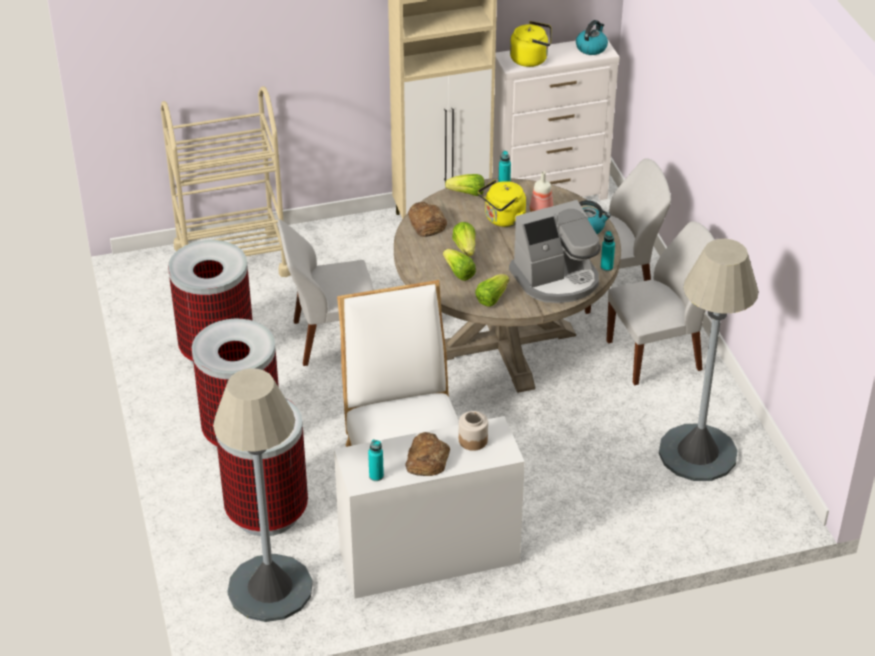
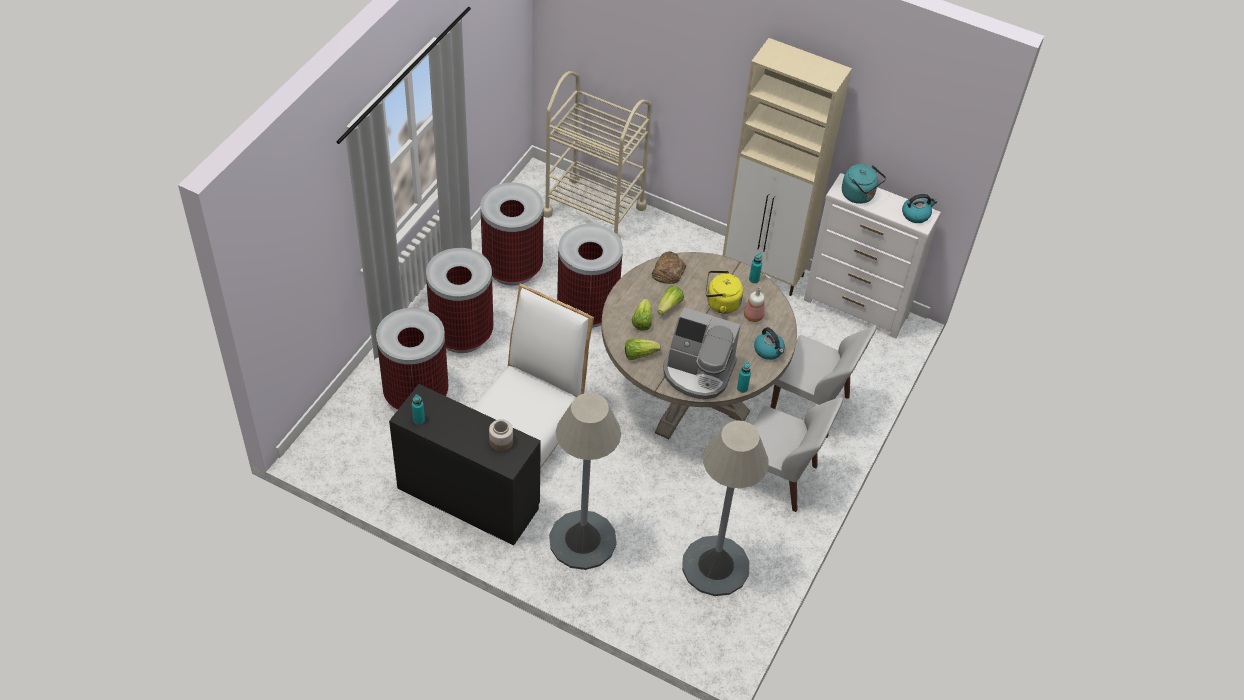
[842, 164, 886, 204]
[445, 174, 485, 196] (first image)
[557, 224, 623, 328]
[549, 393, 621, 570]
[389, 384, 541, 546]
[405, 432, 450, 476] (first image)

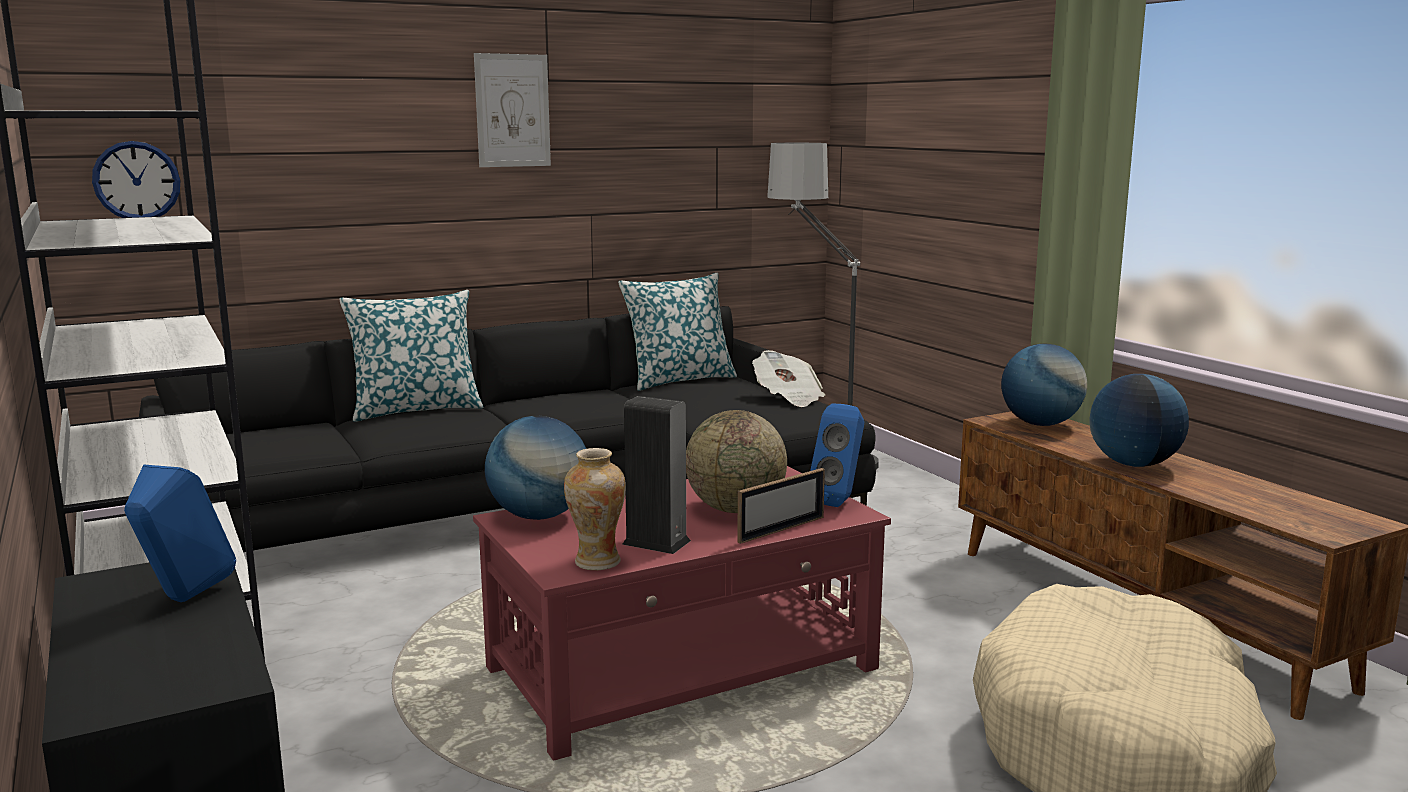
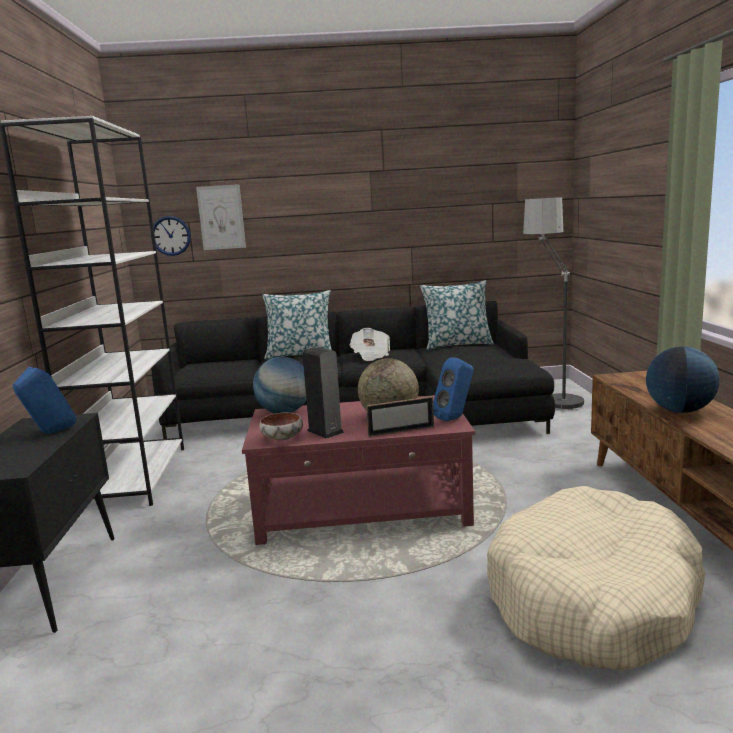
[196, 184, 246, 250]
[1001, 344, 1087, 426] (first image)
[350, 328, 390, 361]
[259, 412, 303, 441]

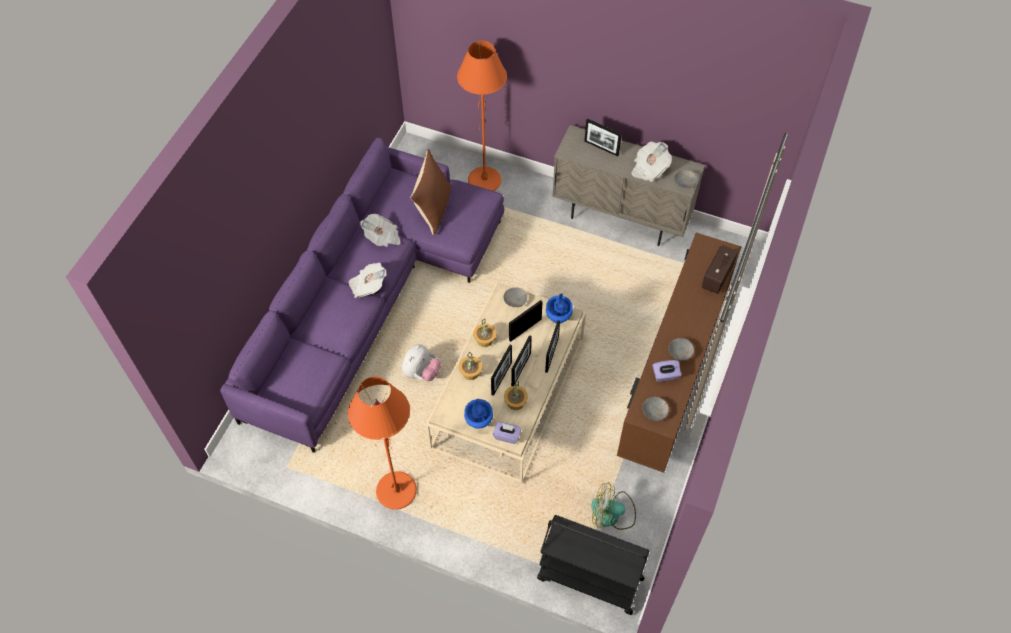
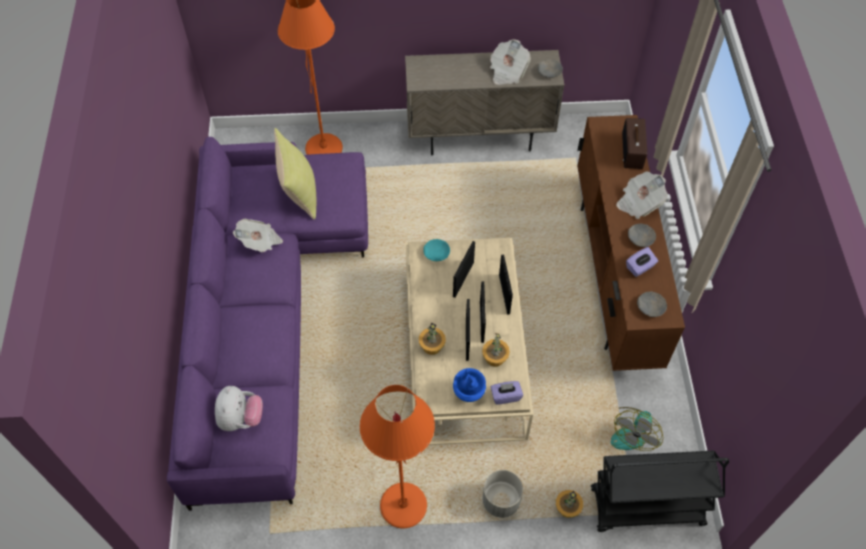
[584, 118, 622, 157] (first image)
[274, 128, 317, 219]
[616, 171, 667, 219]
[423, 239, 450, 261]
[546, 294, 573, 324] (first image)
[556, 490, 583, 518]
[215, 386, 263, 431]
[610, 407, 663, 451]
[482, 470, 523, 518]

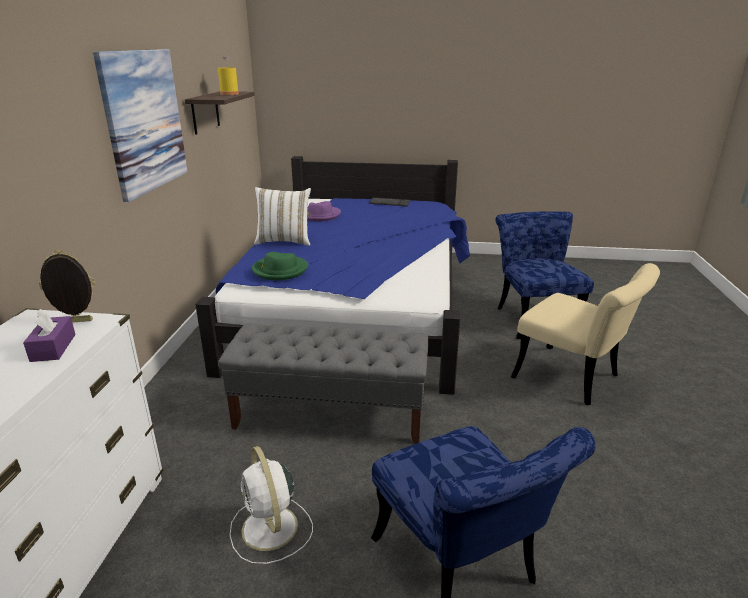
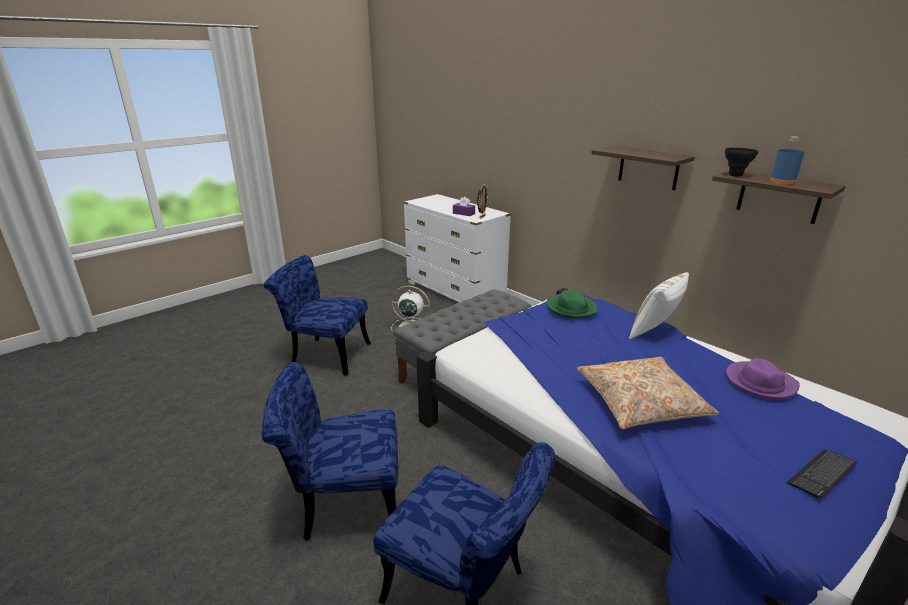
[591, 146, 695, 190]
[770, 136, 804, 185]
[262, 362, 399, 541]
[725, 148, 759, 177]
[577, 357, 719, 429]

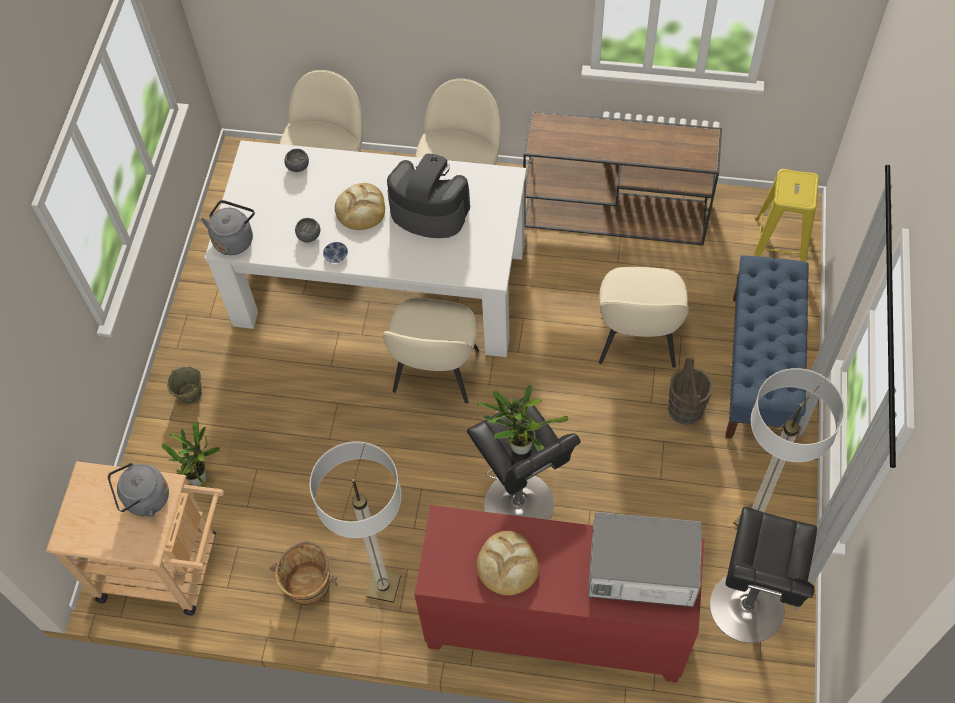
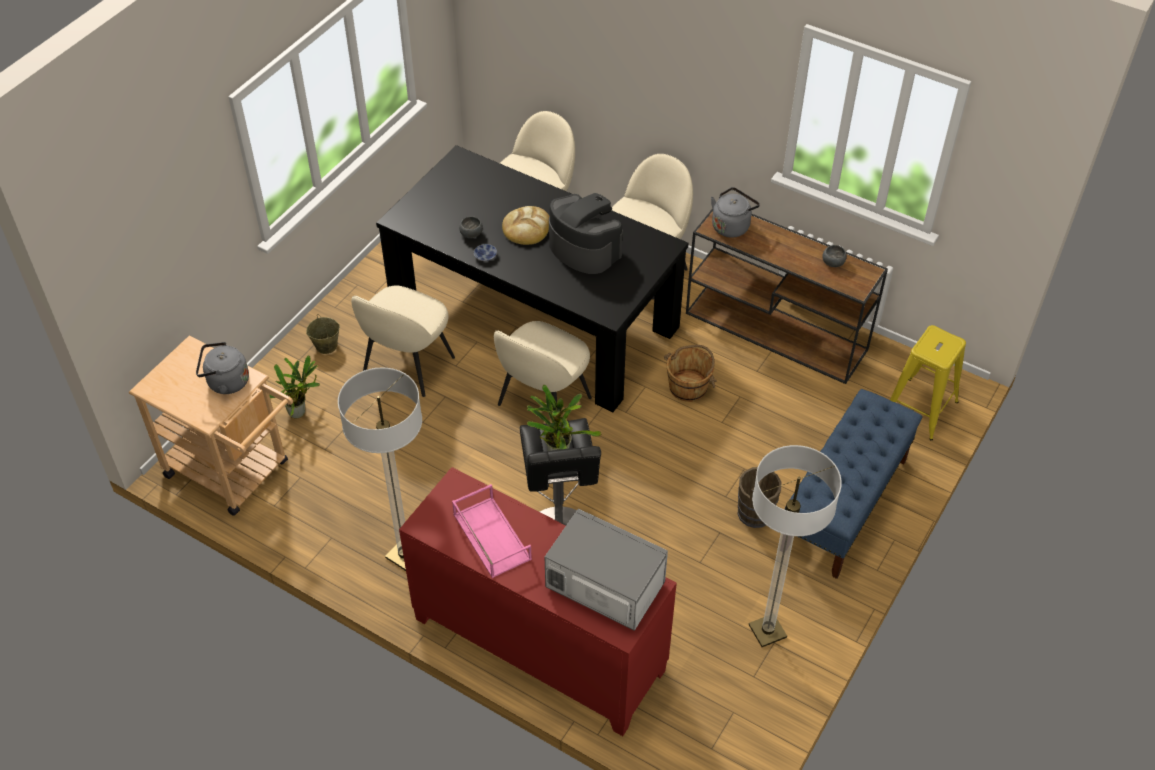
[376, 145, 689, 412]
[822, 245, 847, 267]
[711, 187, 760, 238]
[351, 285, 455, 397]
[710, 507, 817, 643] (first image)
[452, 484, 532, 578]
[664, 345, 717, 402]

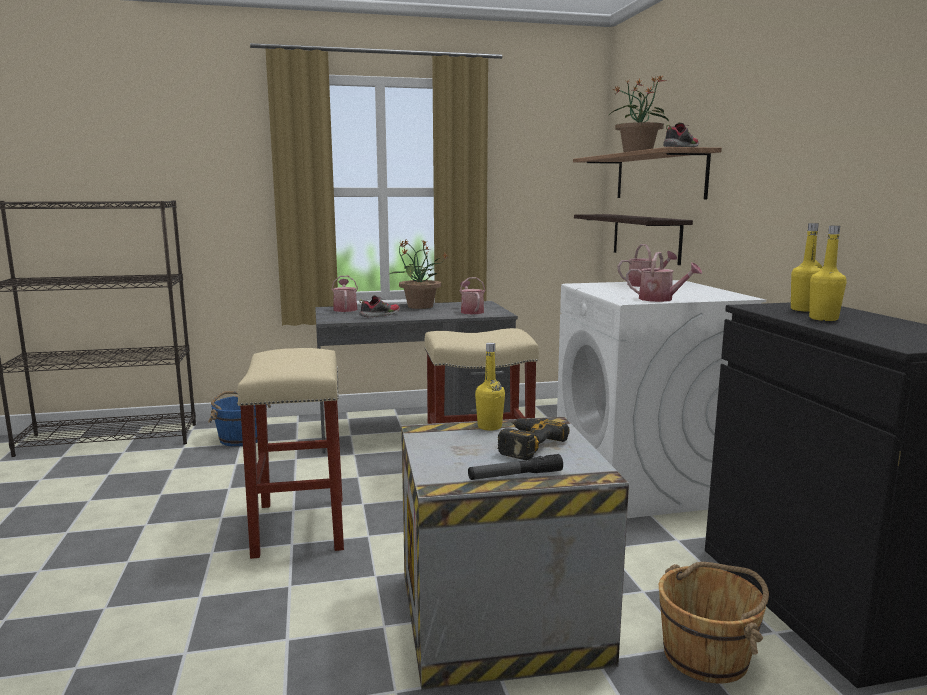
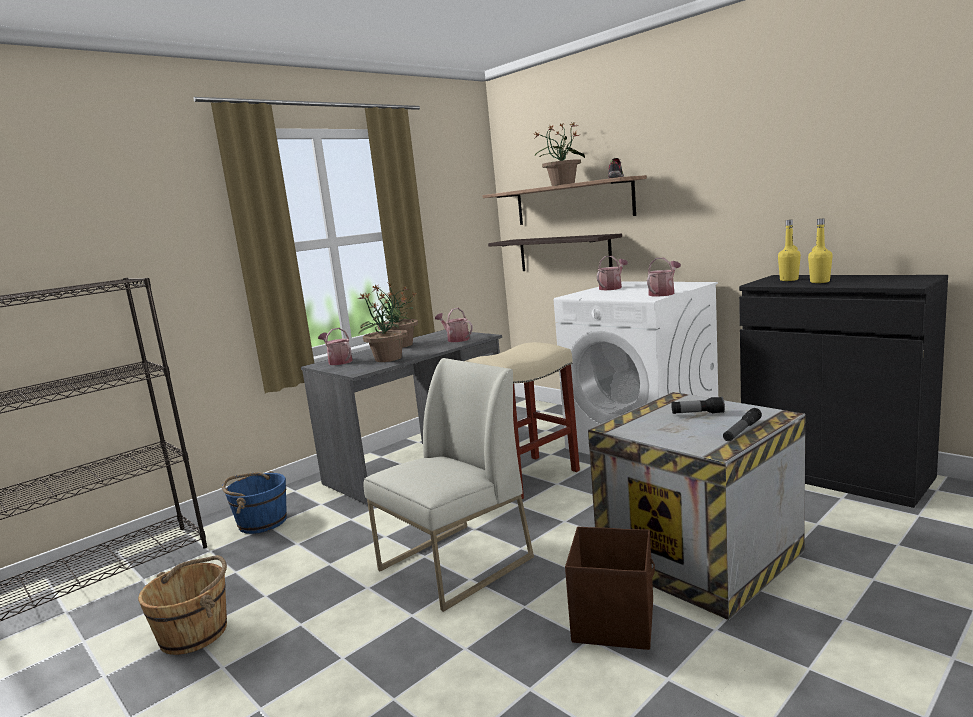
[647, 258, 681, 297]
[358, 292, 414, 362]
[475, 343, 505, 431] (first image)
[363, 358, 534, 612]
[671, 397, 725, 414]
[138, 555, 227, 655]
[565, 527, 655, 650]

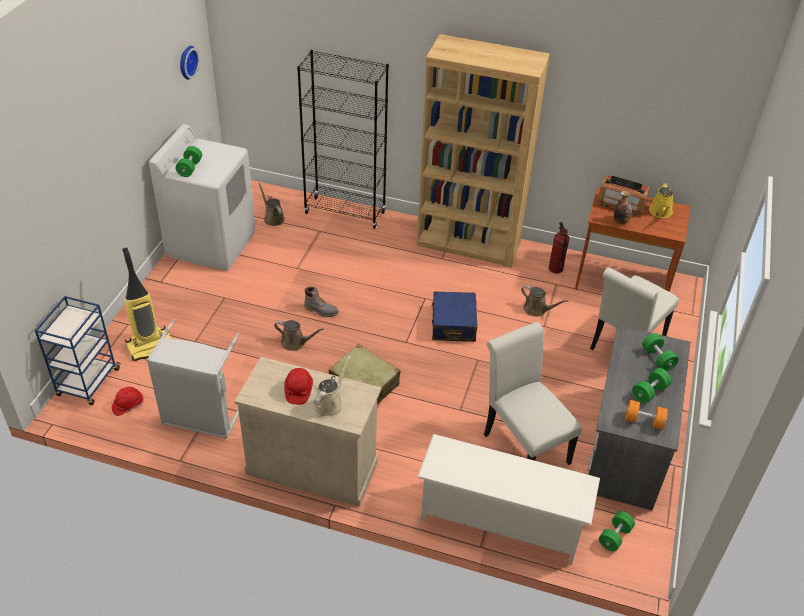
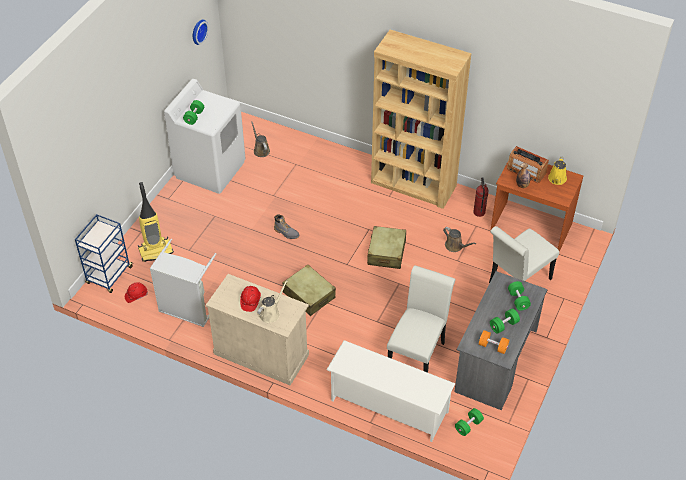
[297, 50, 389, 229] (first image)
[367, 226, 406, 269]
[274, 320, 324, 351] (first image)
[387, 265, 455, 373]

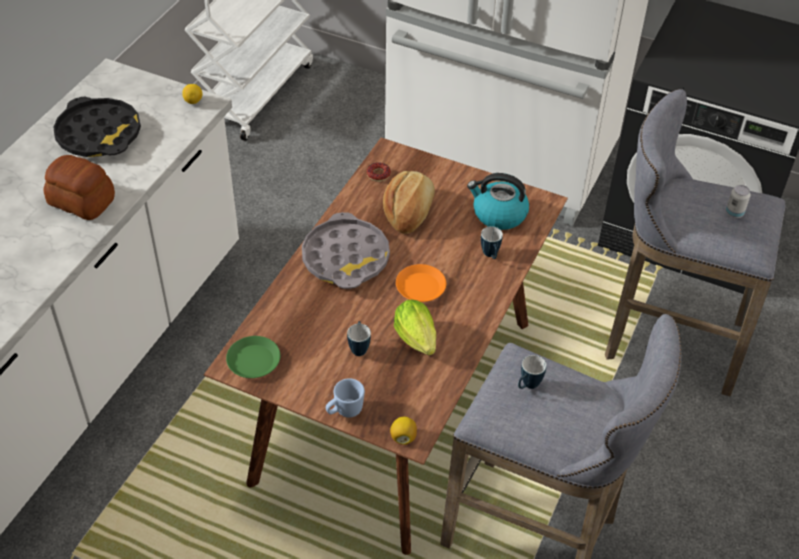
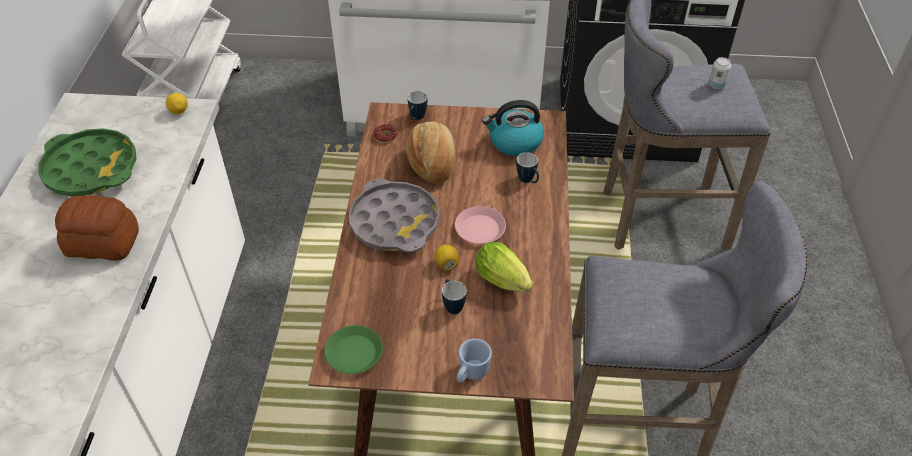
[38, 128, 136, 197]
[455, 206, 506, 244]
[407, 91, 427, 120]
[434, 245, 460, 270]

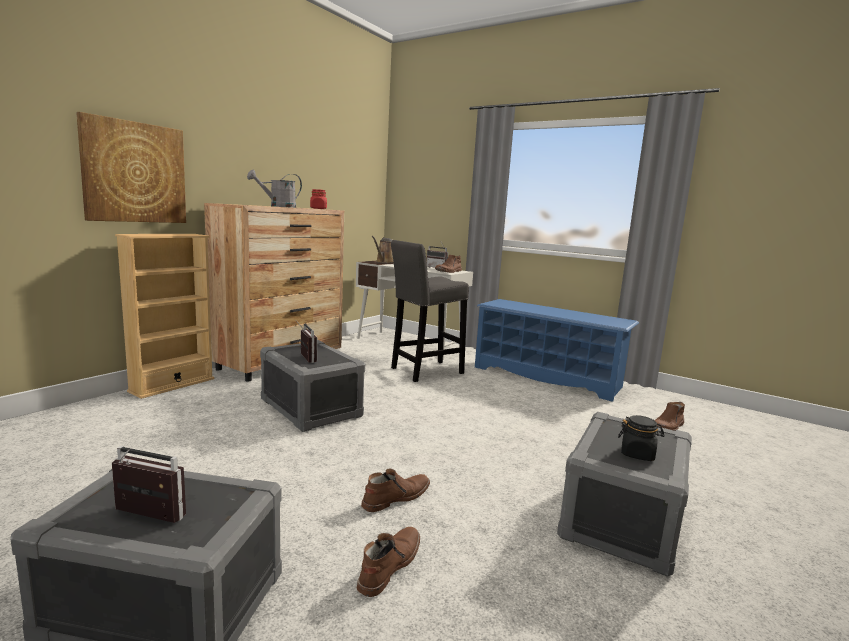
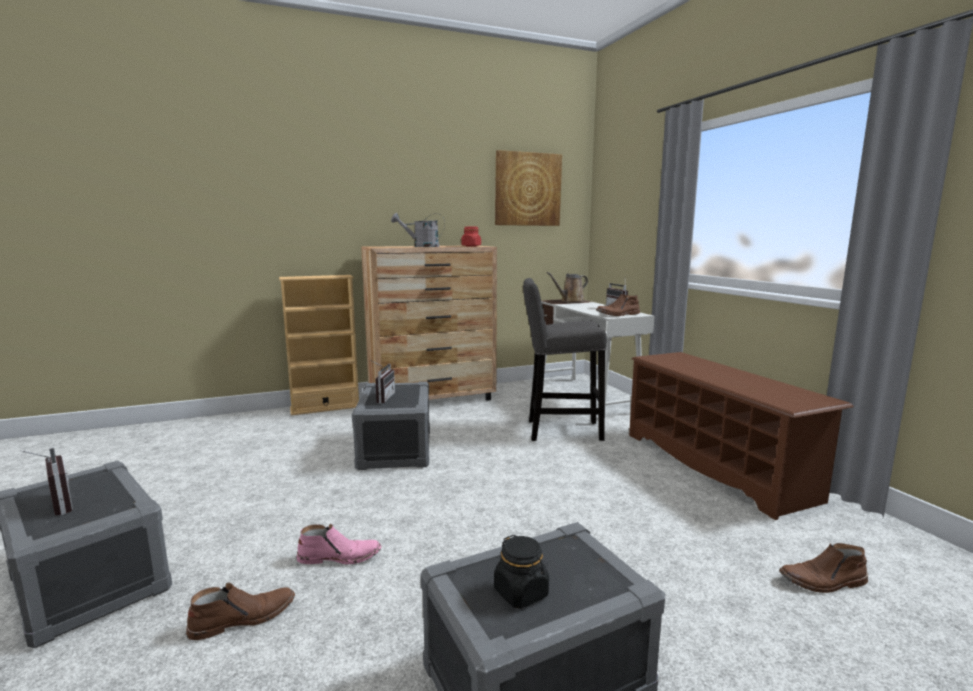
[495, 150, 562, 226]
[629, 352, 854, 520]
[297, 524, 381, 564]

